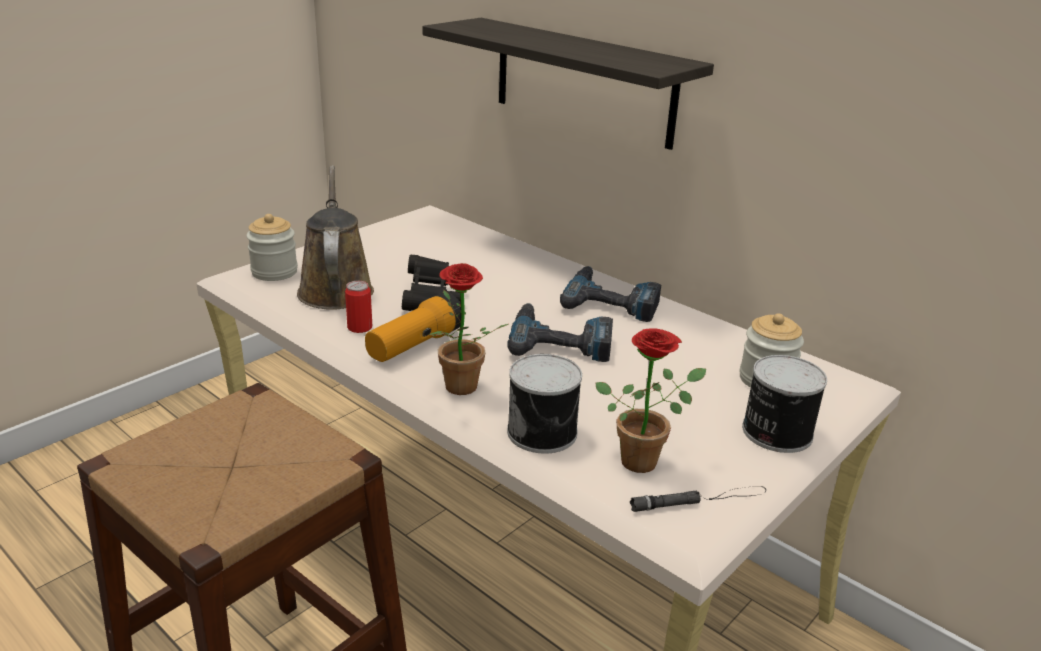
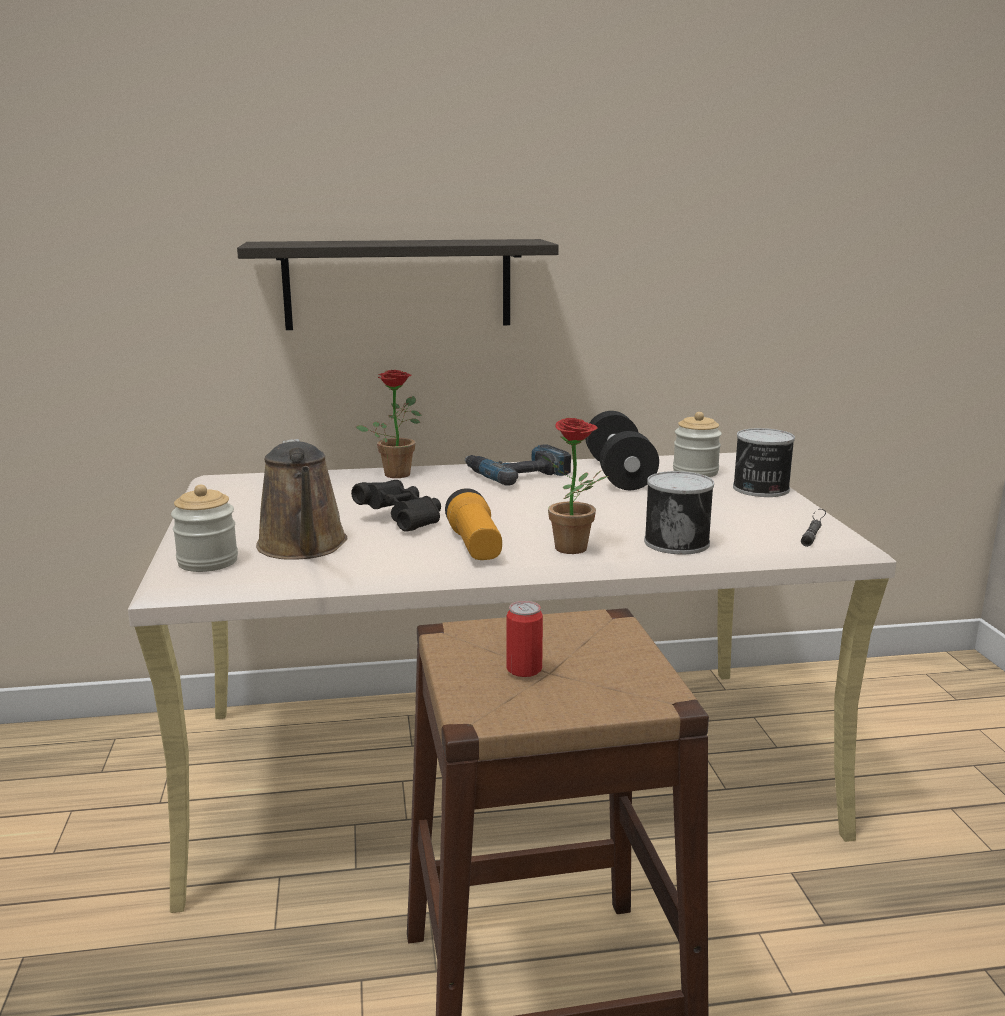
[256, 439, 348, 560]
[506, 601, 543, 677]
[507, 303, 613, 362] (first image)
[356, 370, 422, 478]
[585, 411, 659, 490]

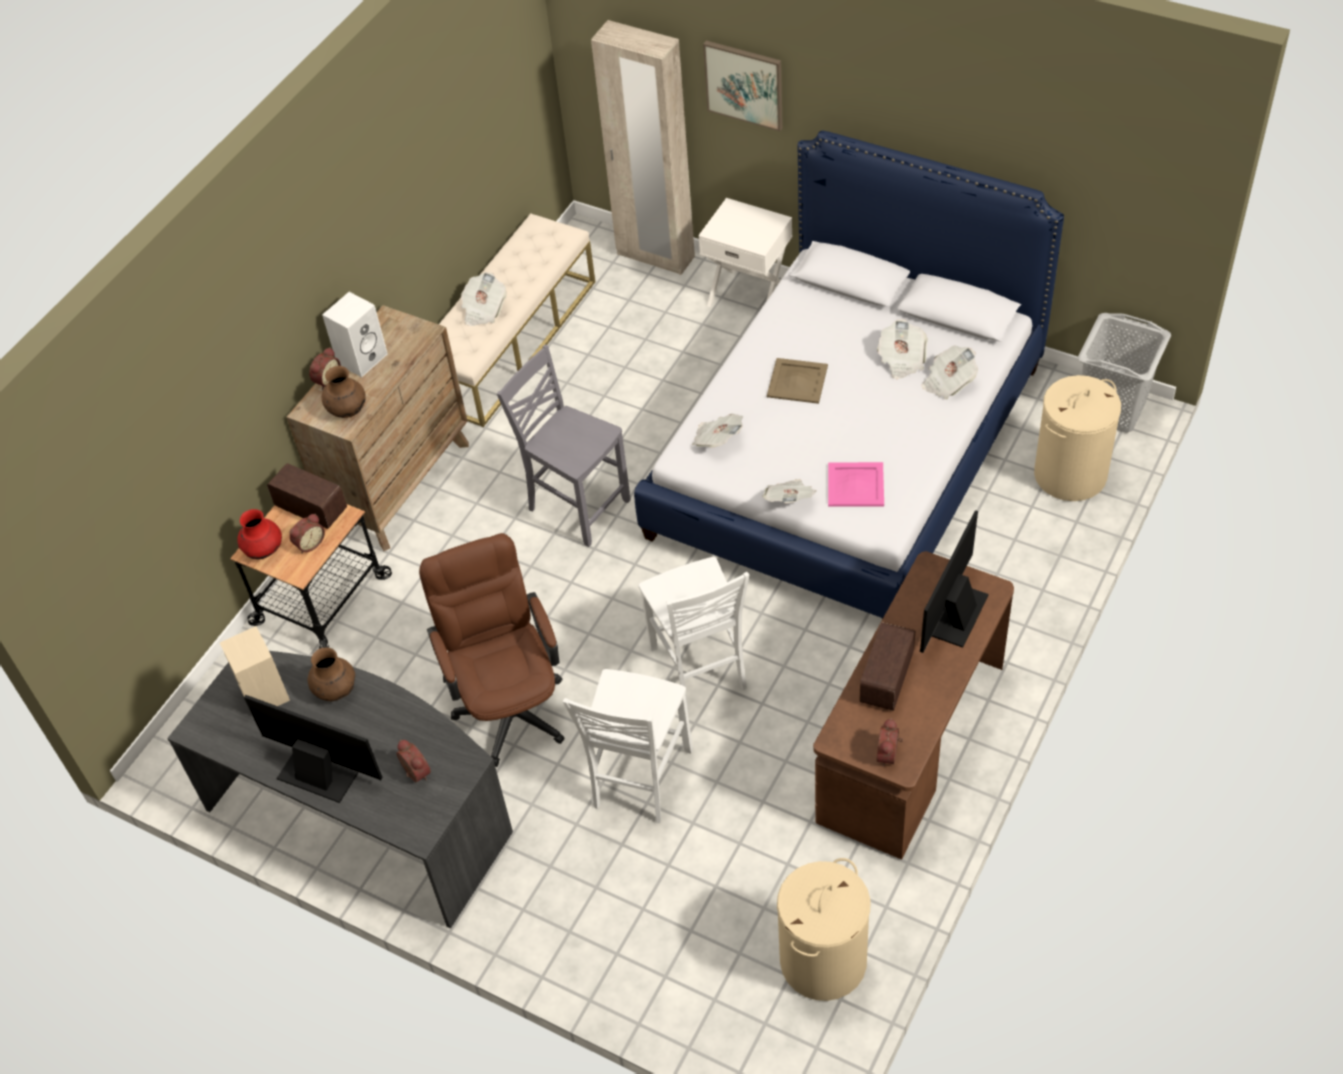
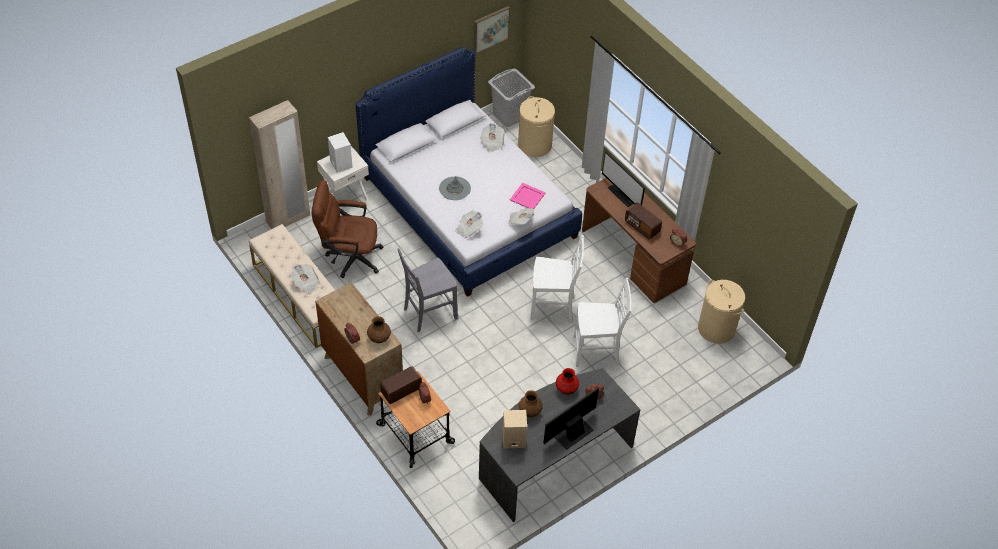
[474, 6, 510, 54]
[328, 132, 353, 173]
[877, 319, 928, 379] (first image)
[439, 176, 471, 200]
[556, 368, 579, 395]
[312, 180, 383, 278]
[574, 278, 632, 367]

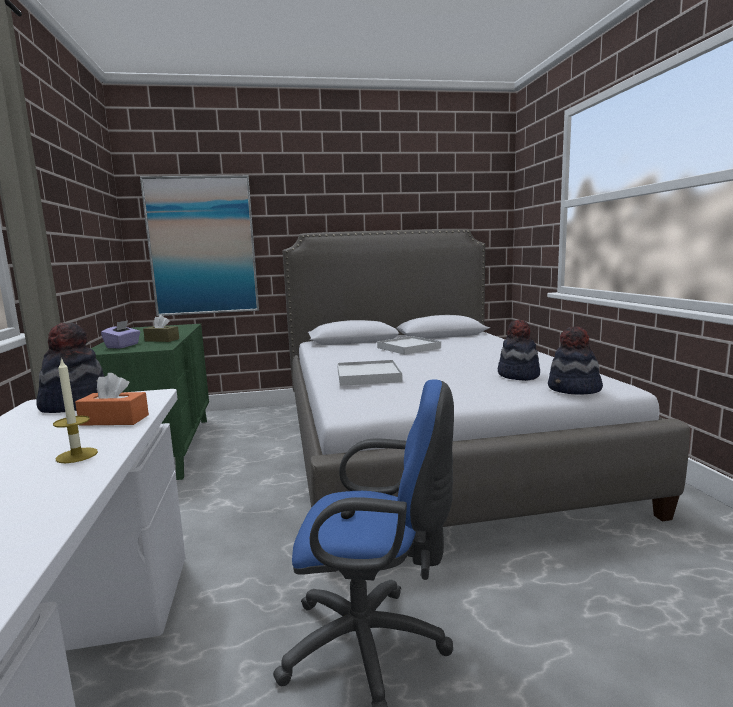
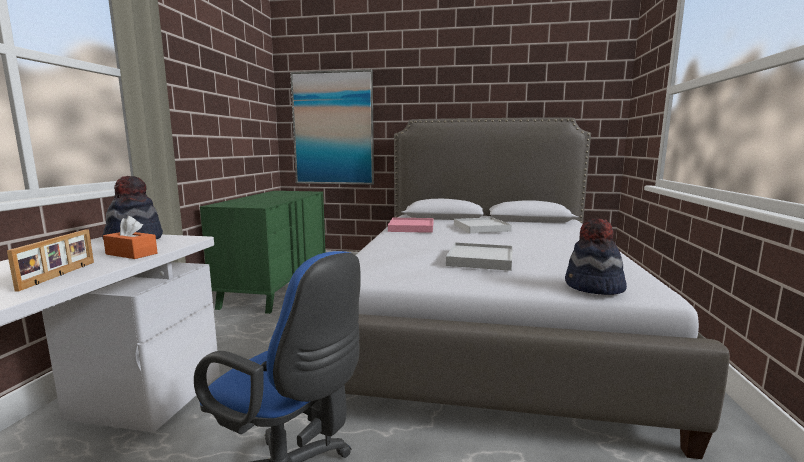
[143, 315, 179, 342] (first image)
[498, 319, 540, 381] (first image)
[101, 320, 140, 348] (first image)
[7, 229, 94, 291]
[446, 242, 513, 271]
[388, 218, 433, 233]

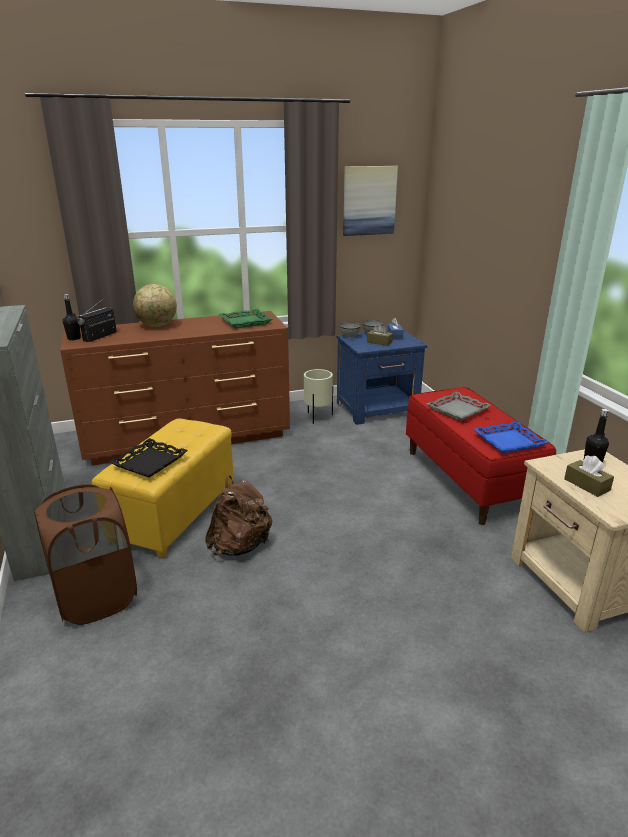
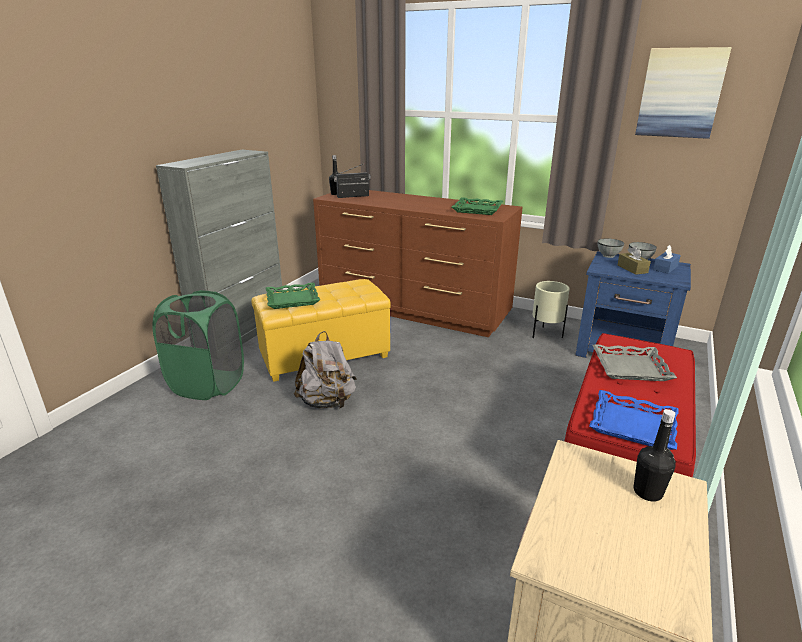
[133, 284, 177, 327] (first image)
[266, 283, 320, 309]
[564, 455, 614, 497] (first image)
[294, 331, 357, 409]
[153, 290, 244, 400]

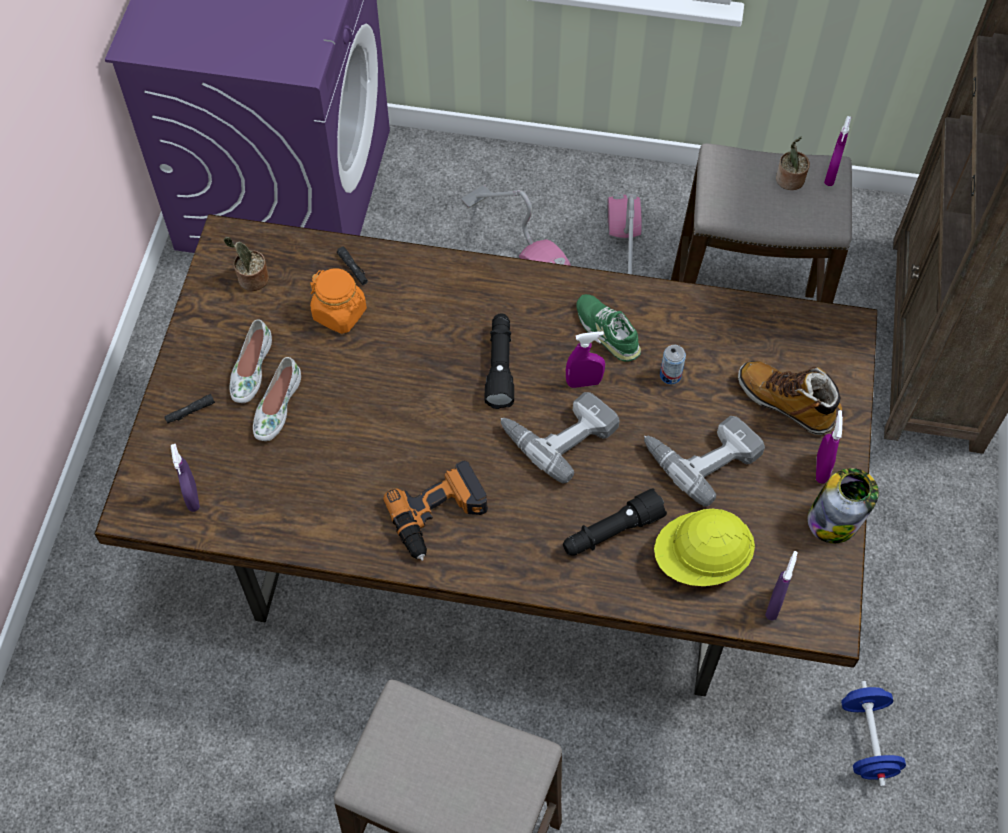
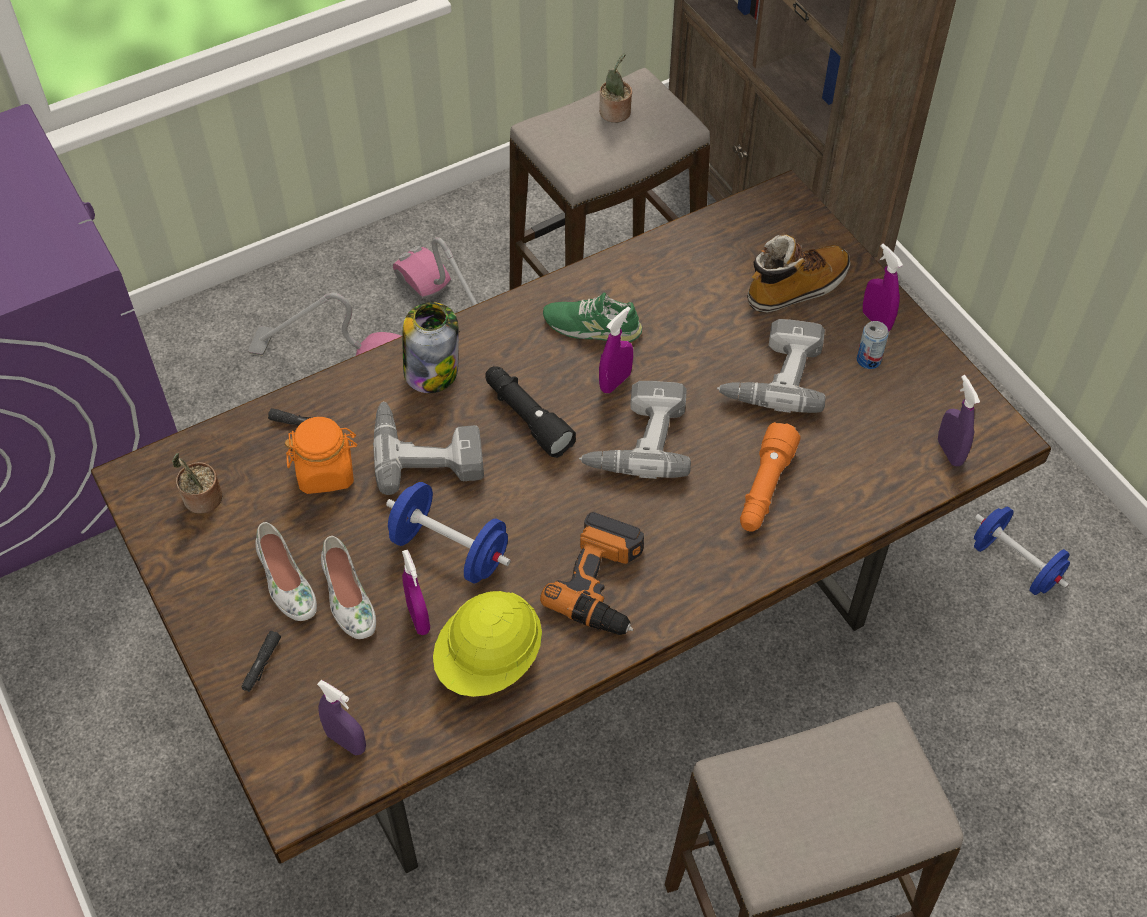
[402, 549, 430, 635]
[857, 321, 889, 369]
[747, 235, 850, 313]
[402, 302, 459, 393]
[740, 422, 800, 532]
[433, 591, 542, 697]
[373, 401, 484, 495]
[386, 482, 511, 583]

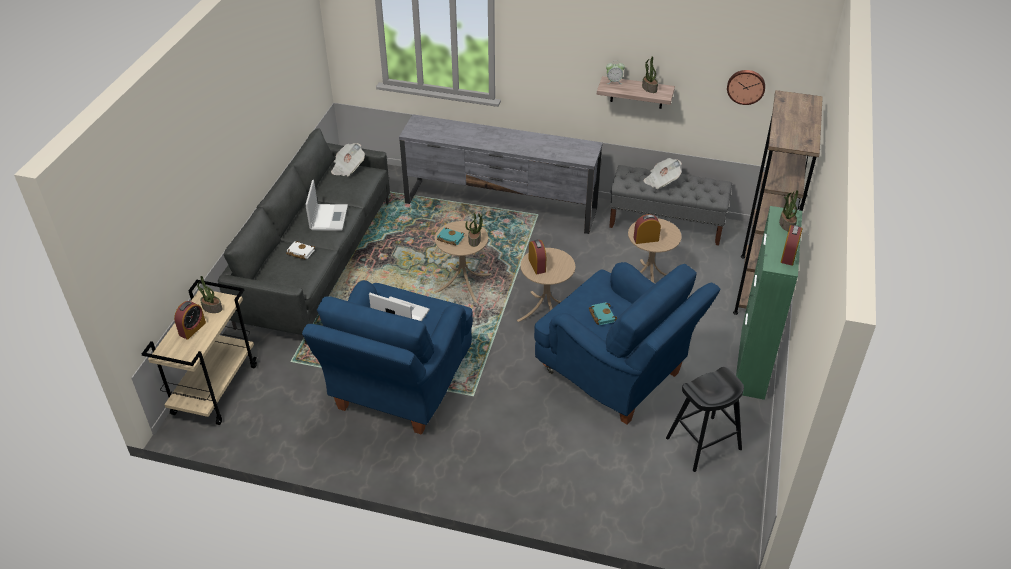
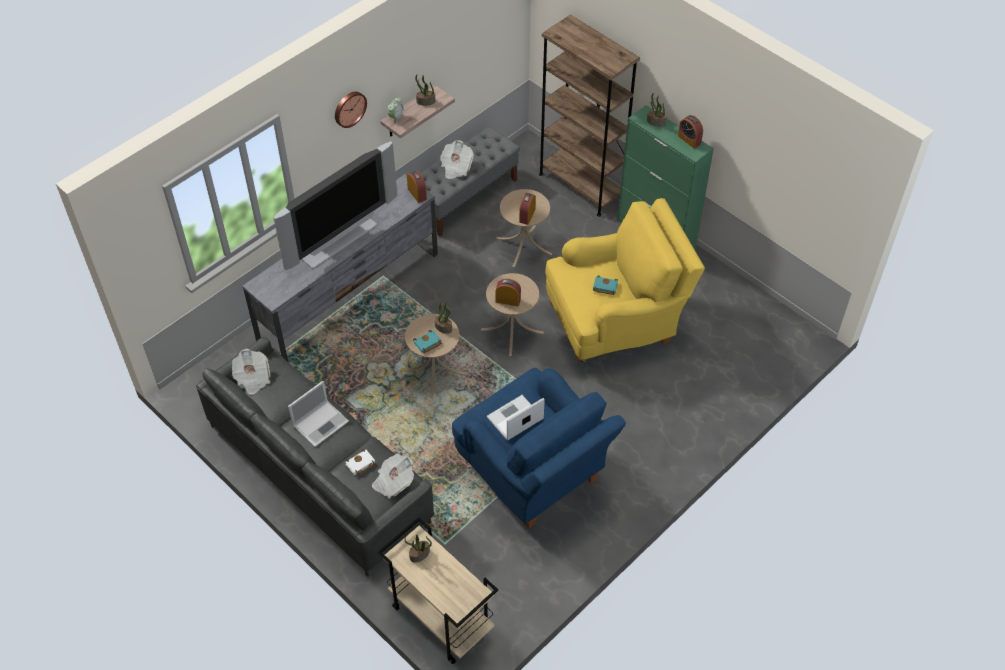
[335, 92, 367, 128]
[288, 381, 349, 447]
[546, 198, 705, 363]
[407, 171, 427, 203]
[666, 367, 744, 472] (first image)
[273, 141, 397, 270]
[372, 454, 414, 499]

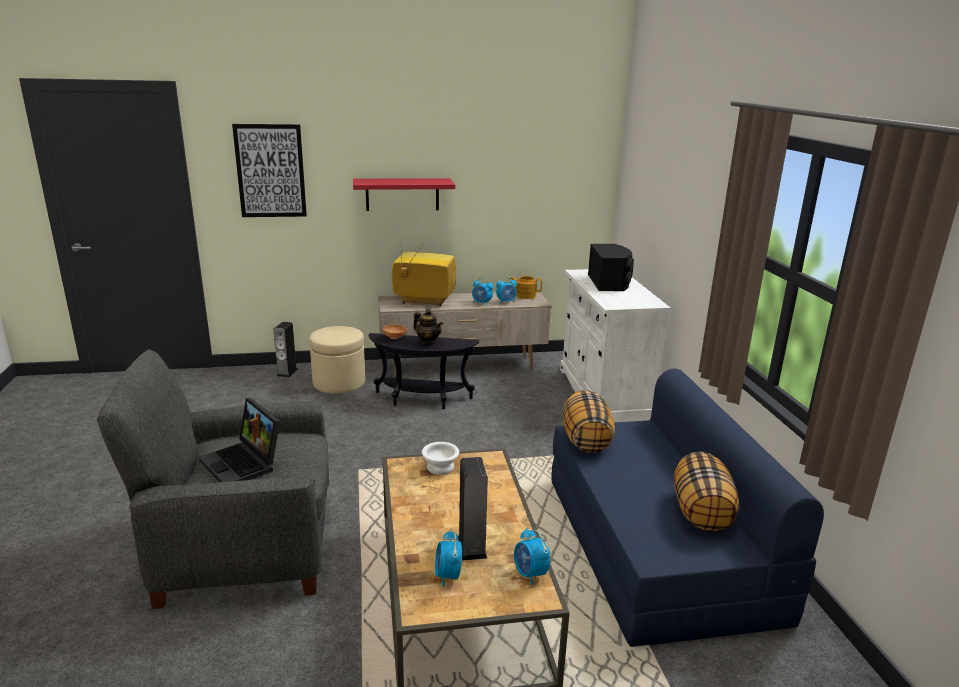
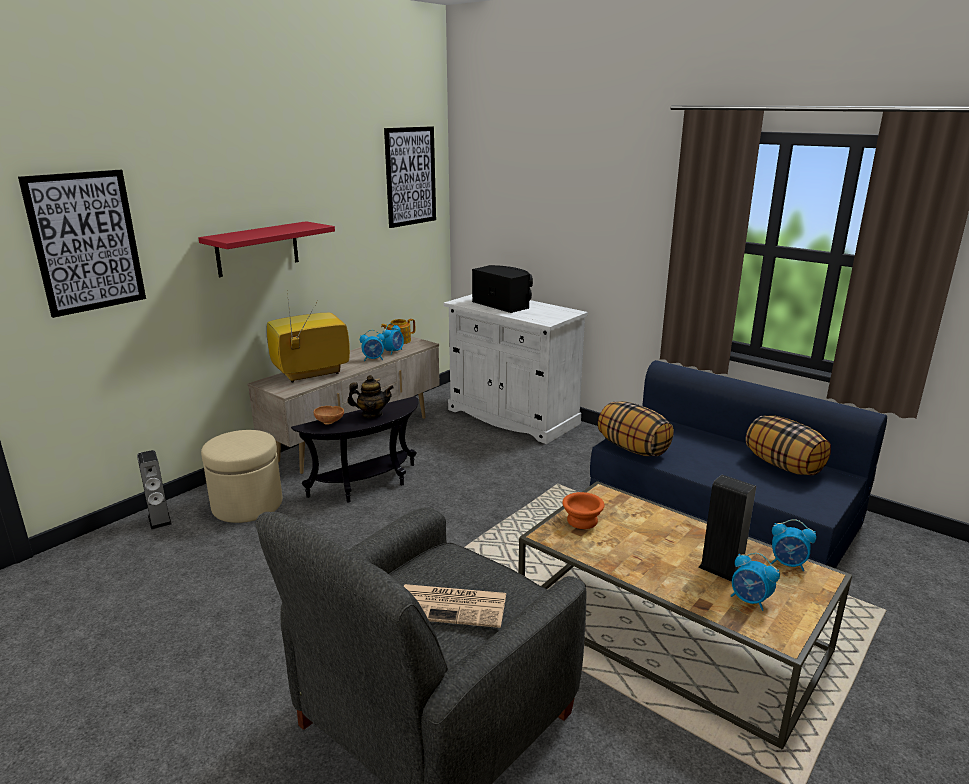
[404, 584, 506, 628]
[562, 492, 605, 529]
[384, 126, 436, 228]

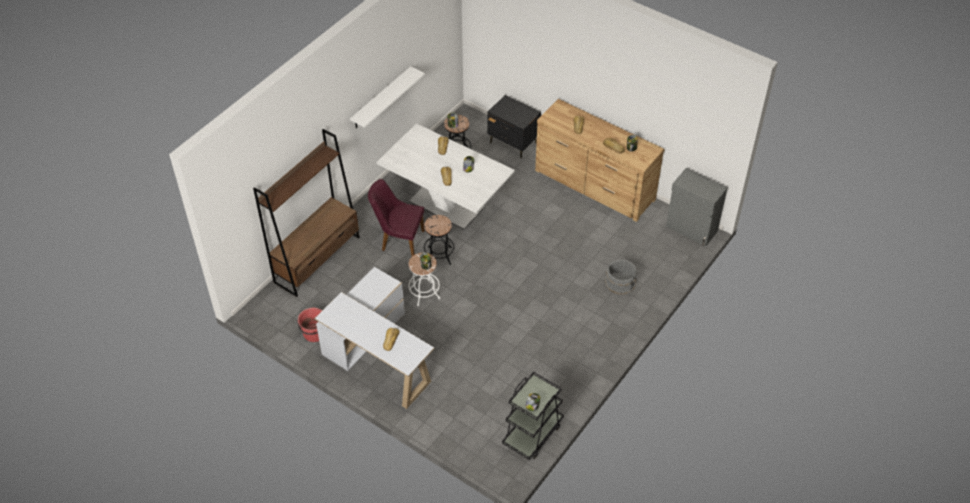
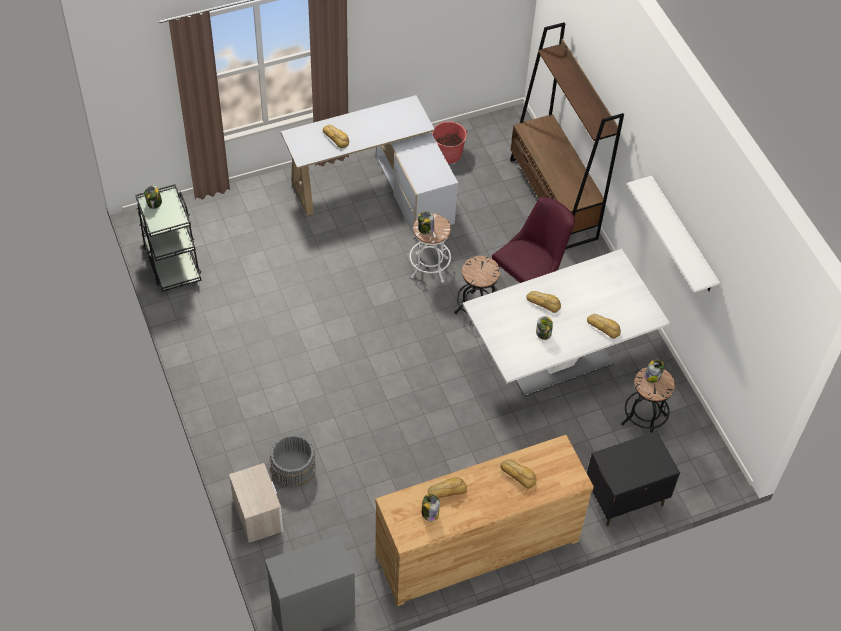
[229, 463, 283, 543]

